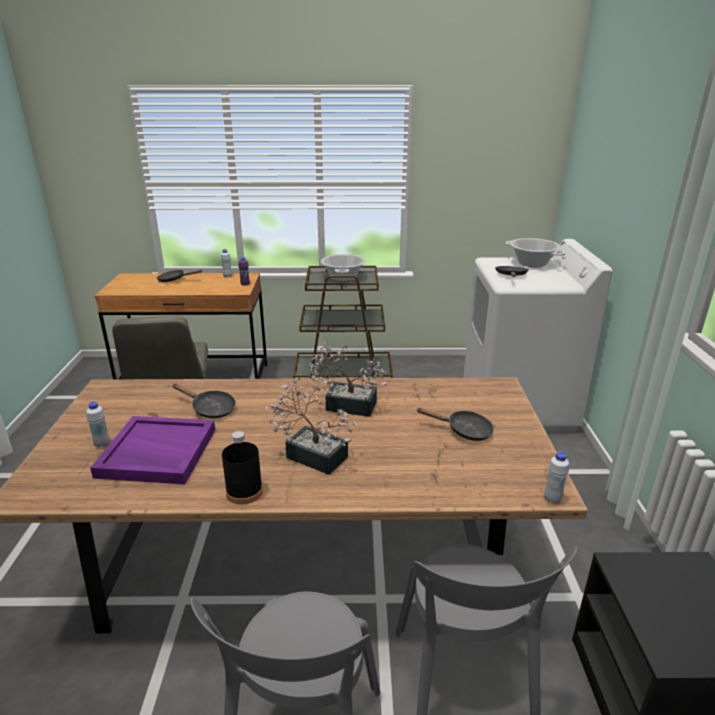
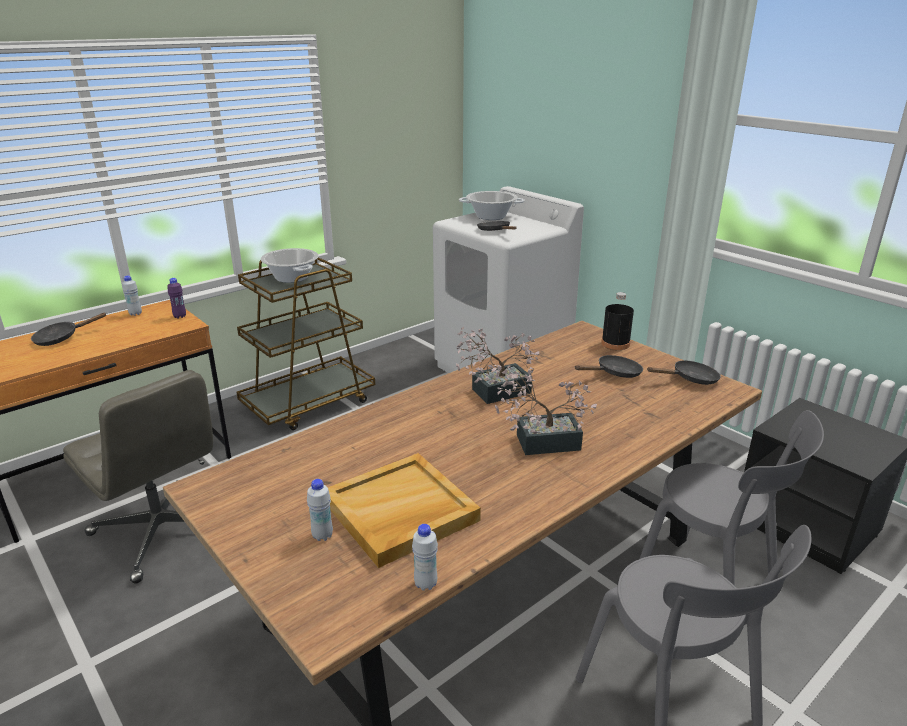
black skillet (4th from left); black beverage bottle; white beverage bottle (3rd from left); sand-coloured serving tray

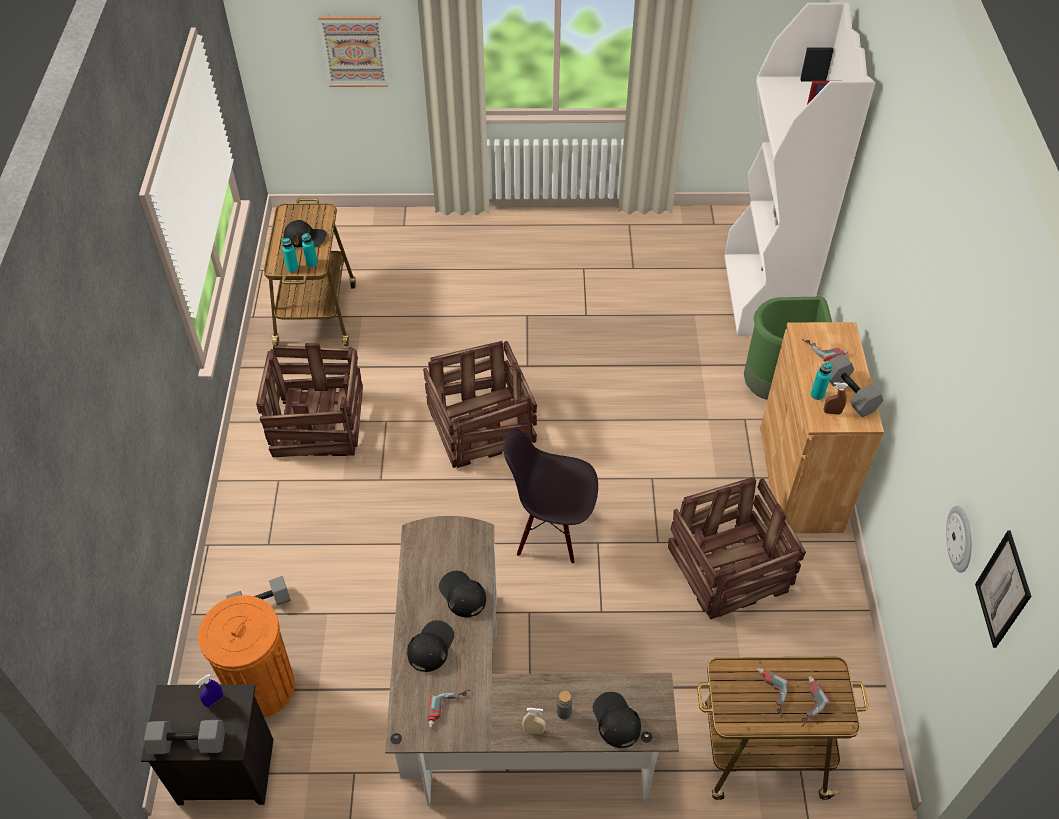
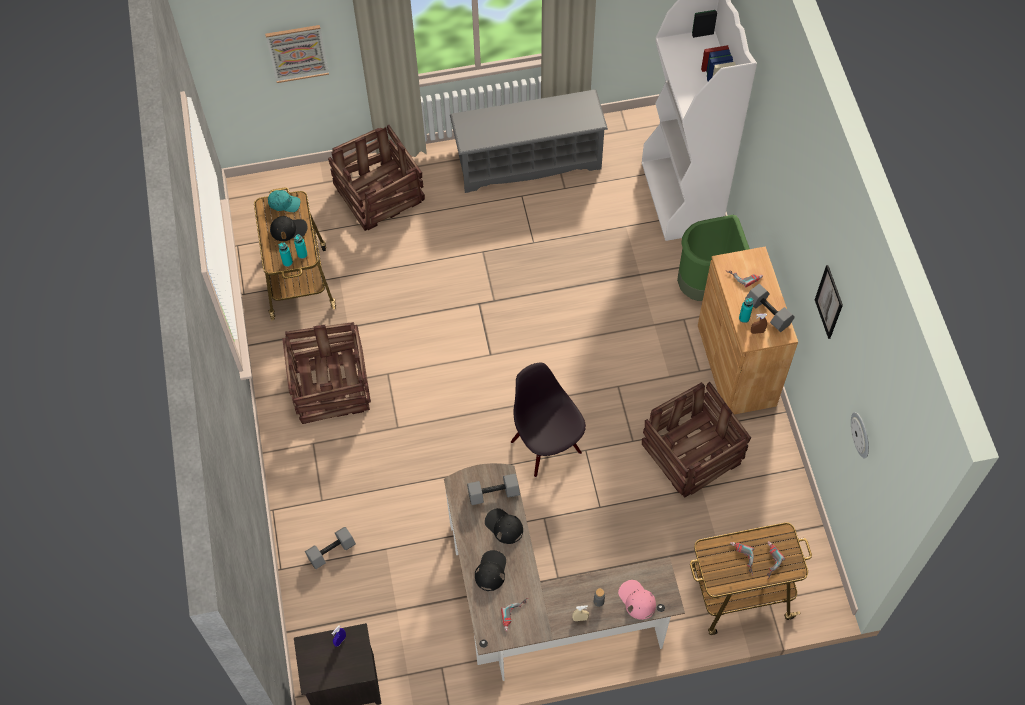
orange trash can; turquoise cap; greyish shoe stand; greyish free weight (2nd from left); shipping crate (2nd from left); wall art (2nd from left); pink cap; black chair

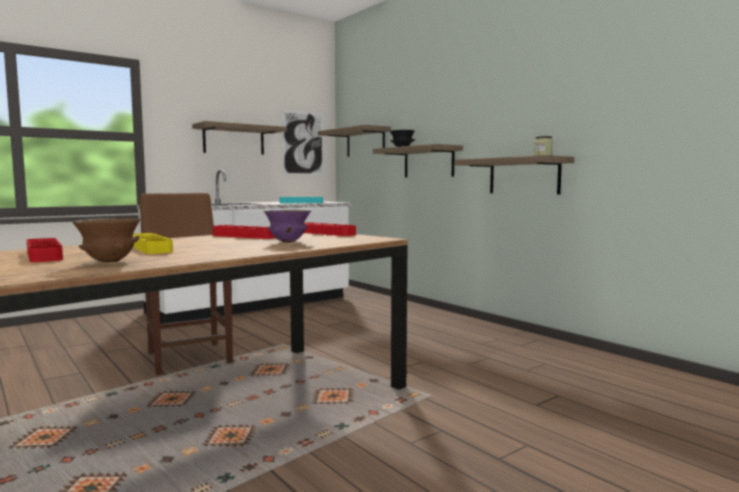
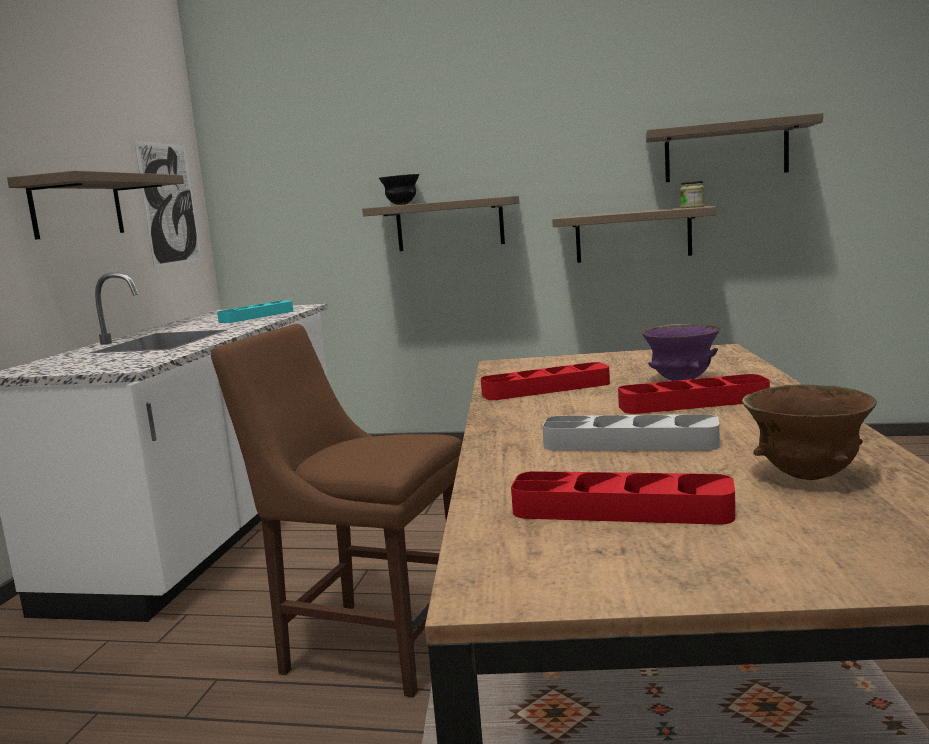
red-coloured serving tray (3rd from left); shelf (4th from left); greyish serving tray

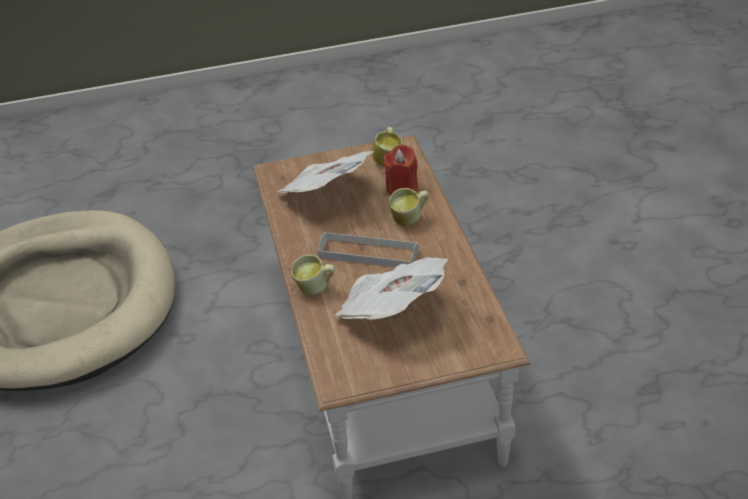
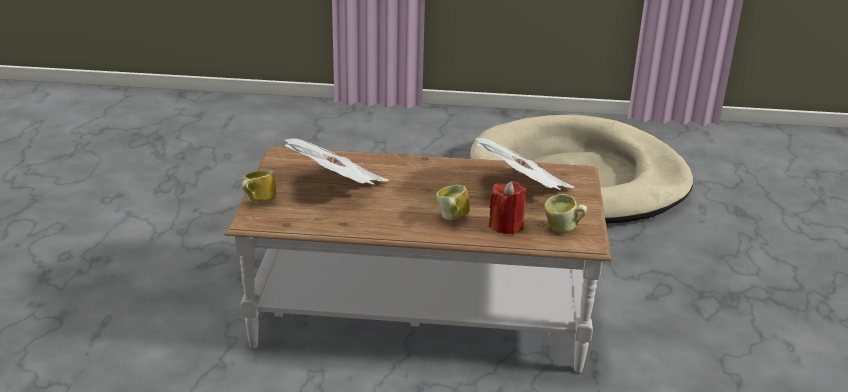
greyish serving tray; mug (1st from left)

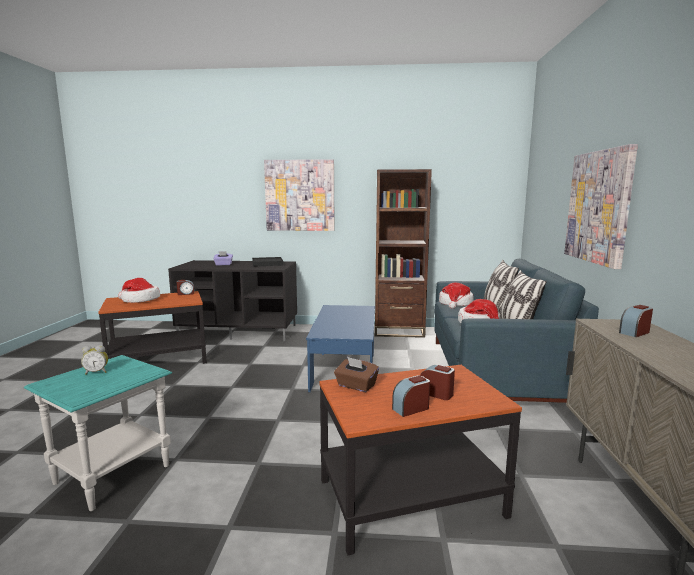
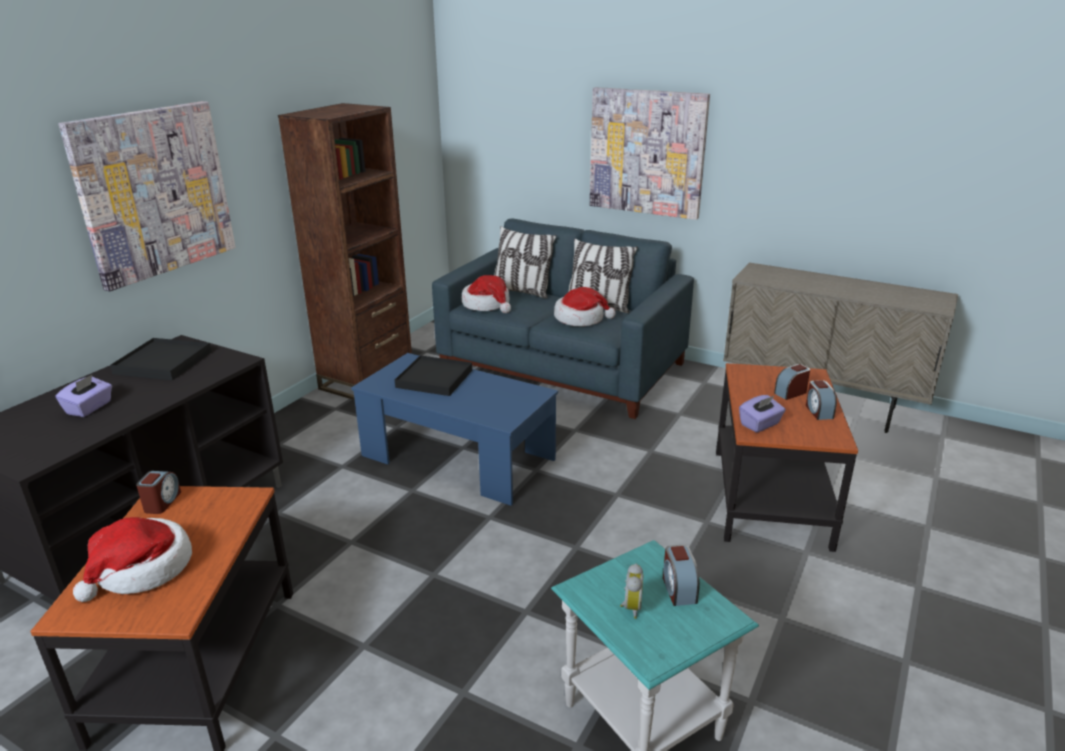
black serving tray (2nd from left); bedside clock (3rd from left); purple tissue holder (2nd from left)

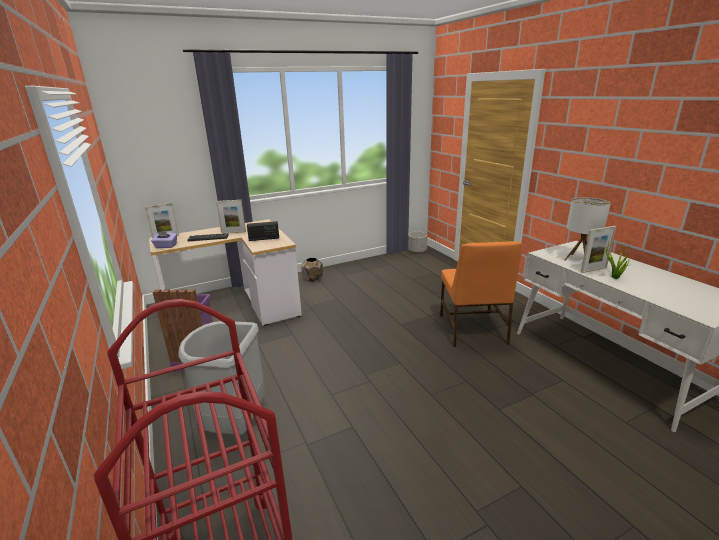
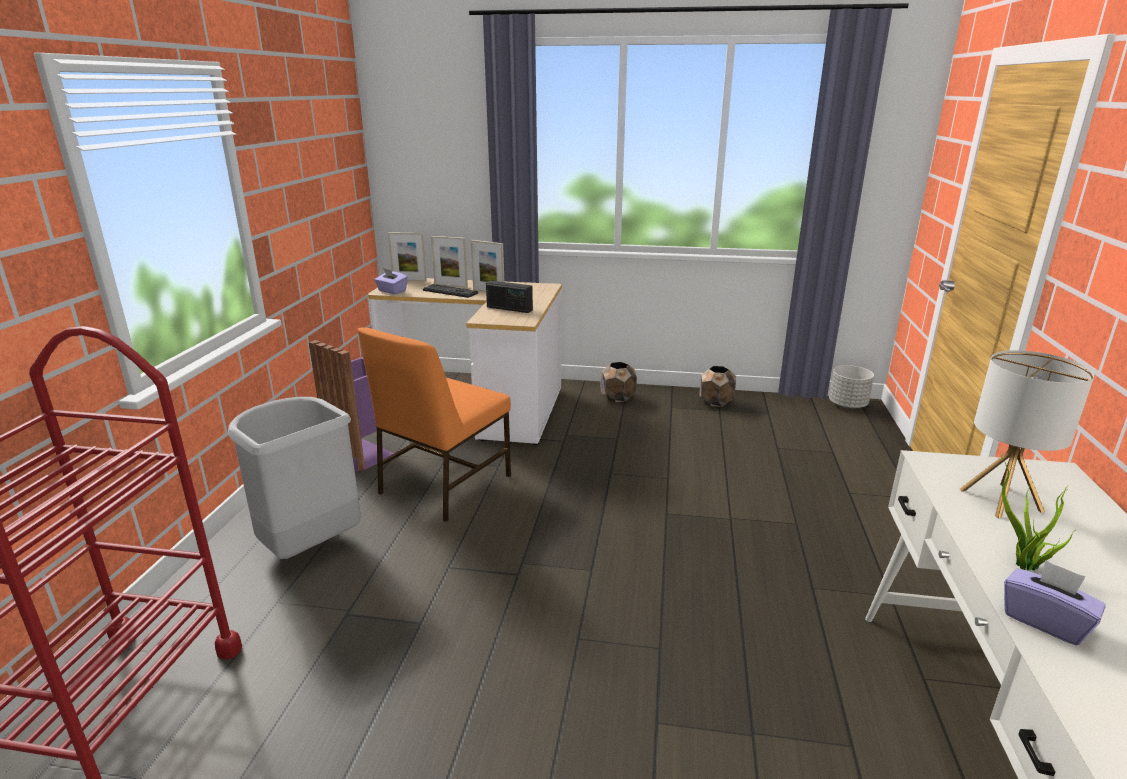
brown flower pot (2nd from left); purple tissue holder (2nd from left); orange chair; picture frame (2nd from left)

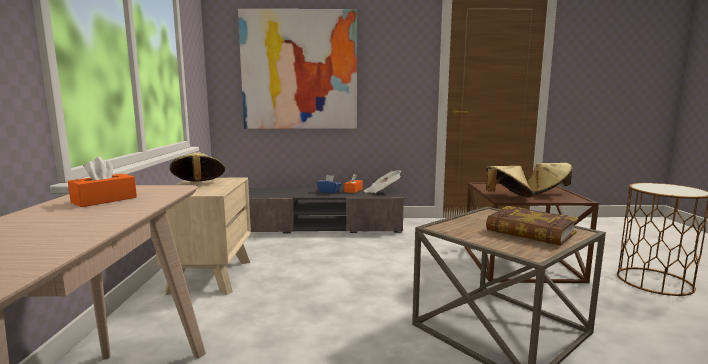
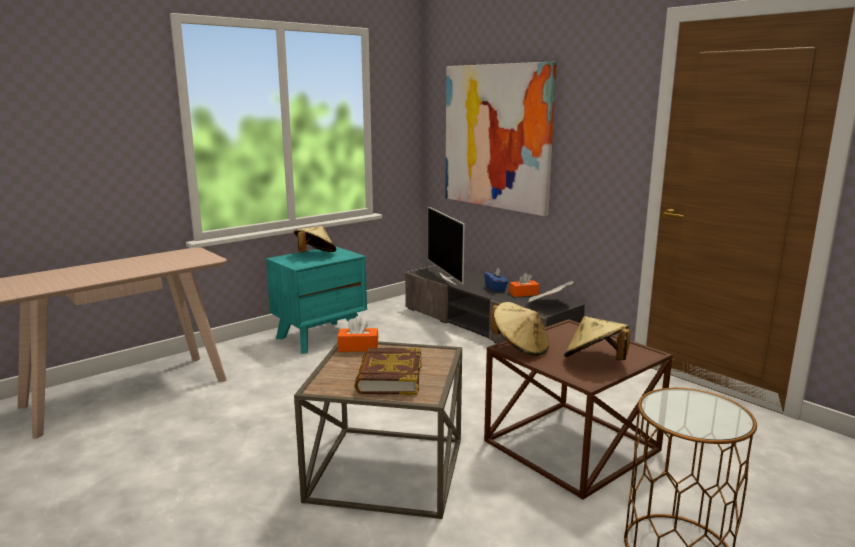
TV set; orange tissue holder (1st from left); turquoise bedside table

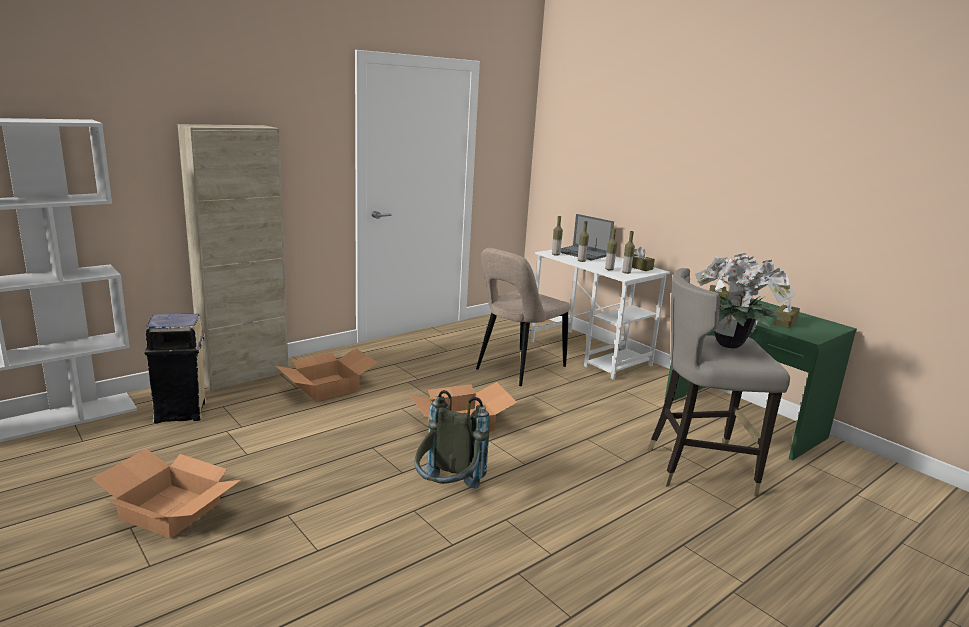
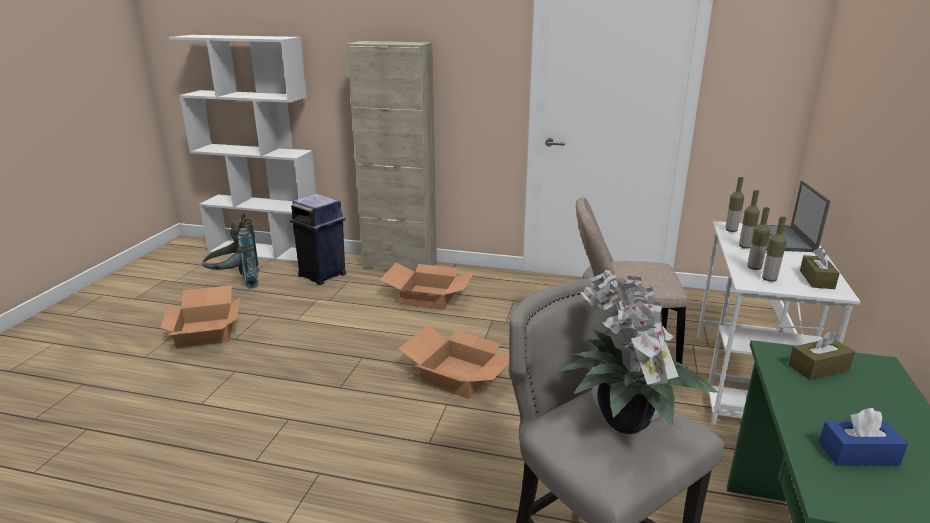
greyish rucksack; blue-coloured trash can; blue-coloured tissue holder

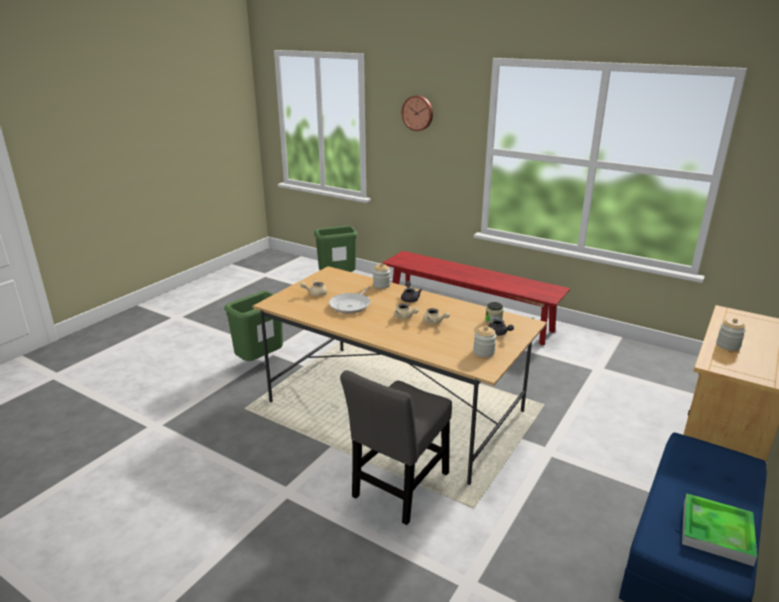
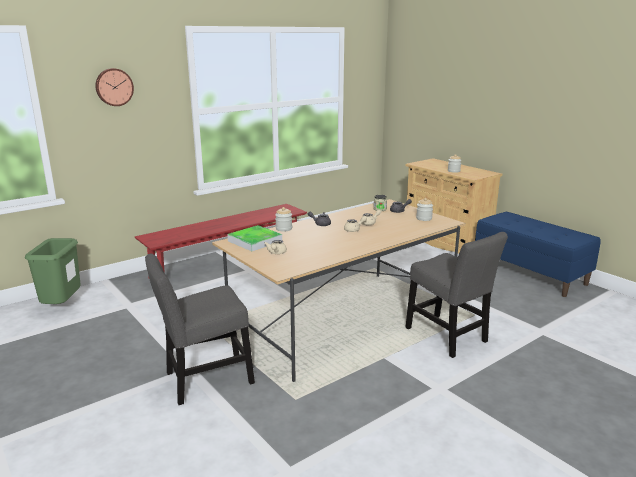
skillet; serving tray; greyish chair (1st from left)

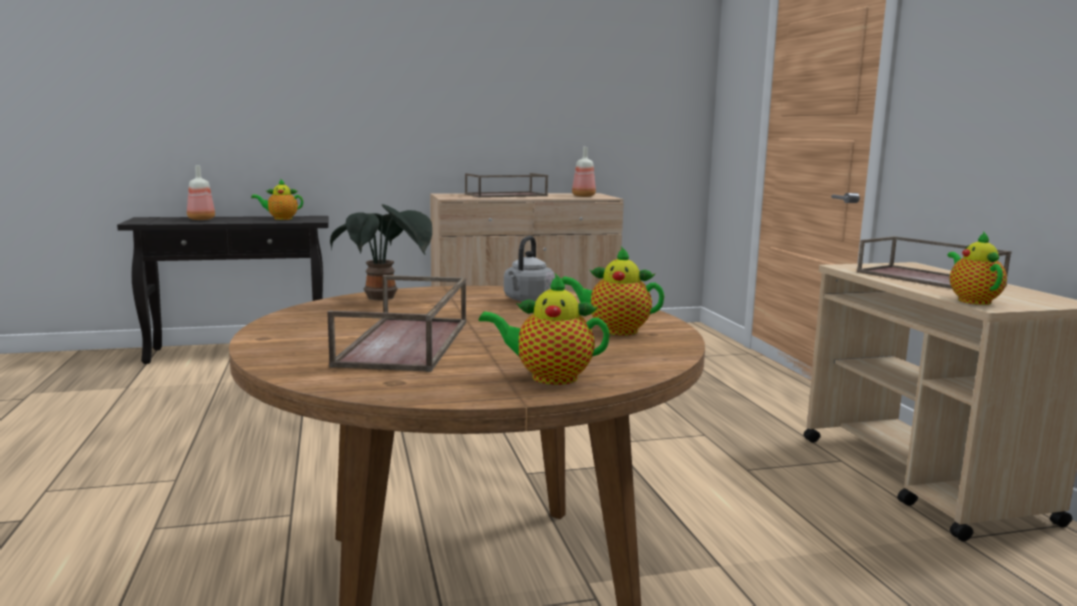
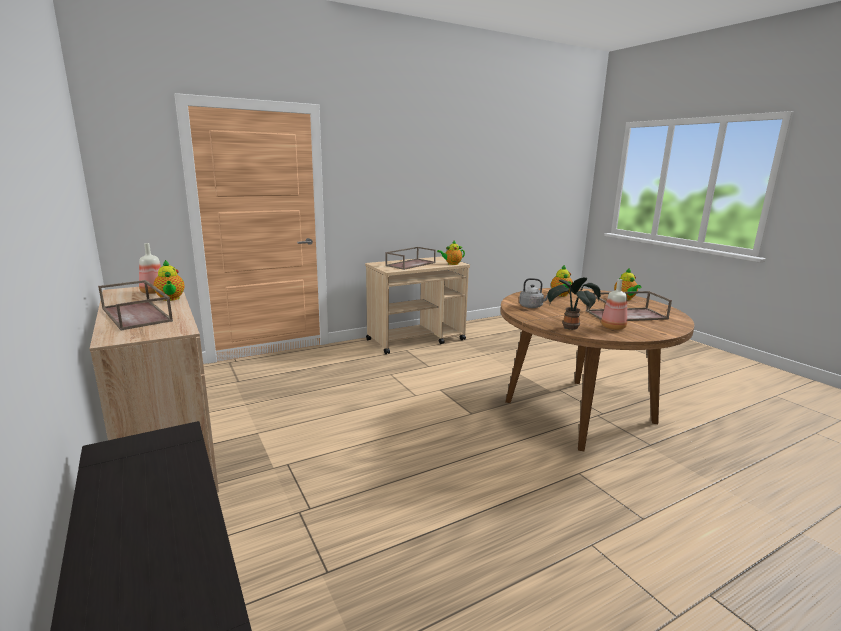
beverage bottle (2nd from left); pot for tea (1st from left)

